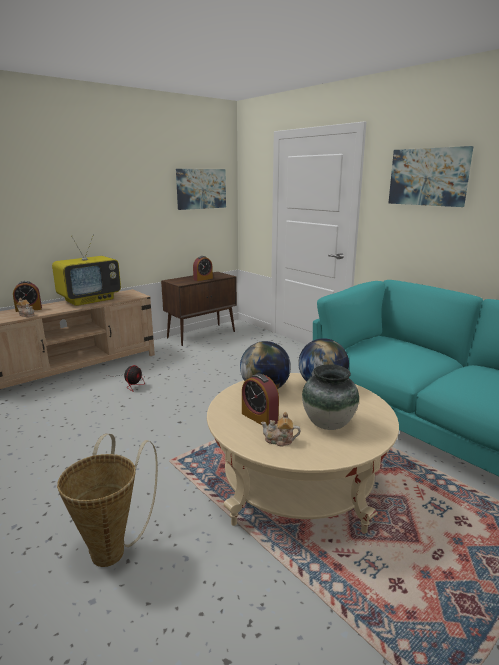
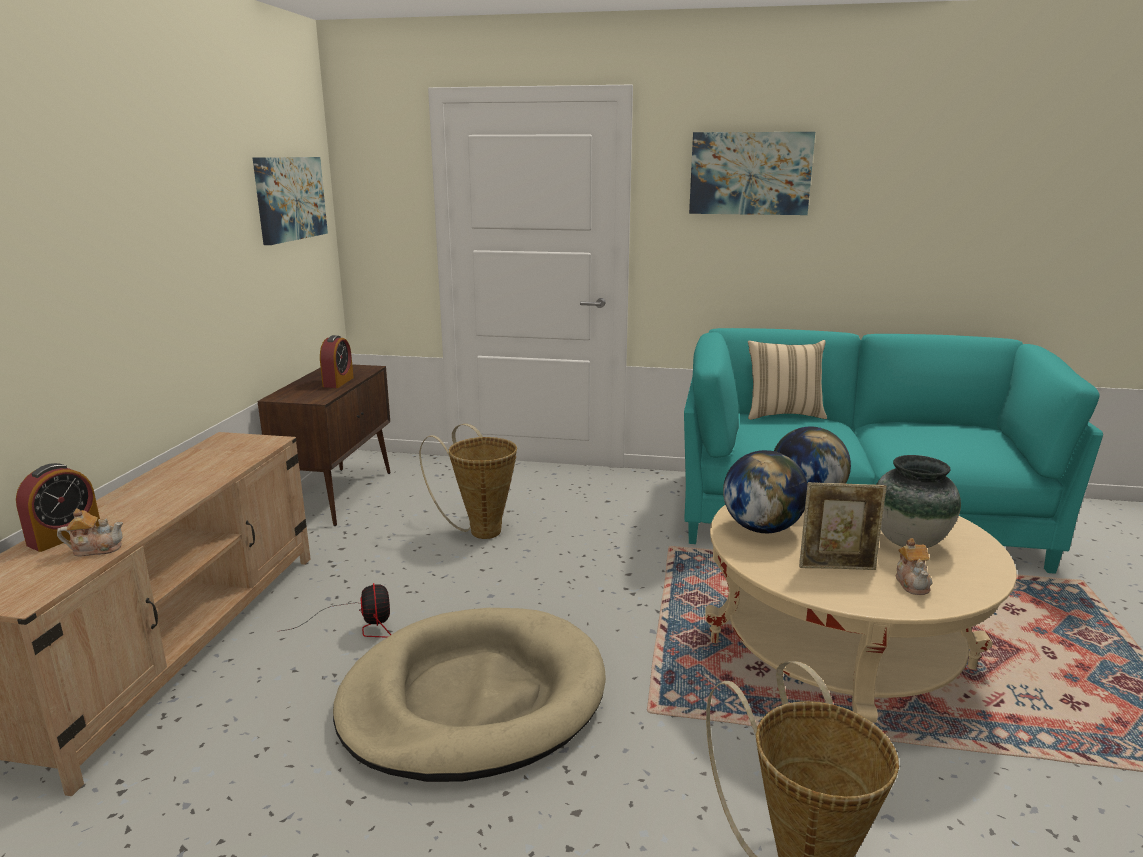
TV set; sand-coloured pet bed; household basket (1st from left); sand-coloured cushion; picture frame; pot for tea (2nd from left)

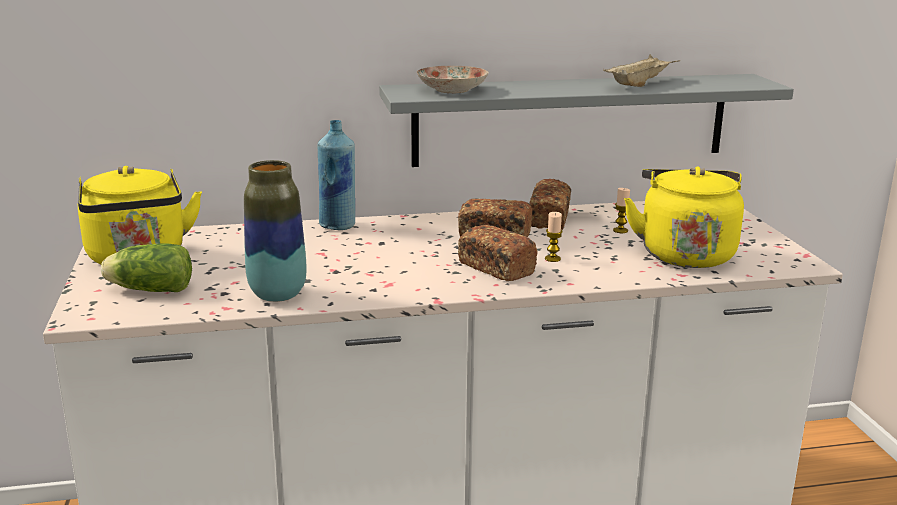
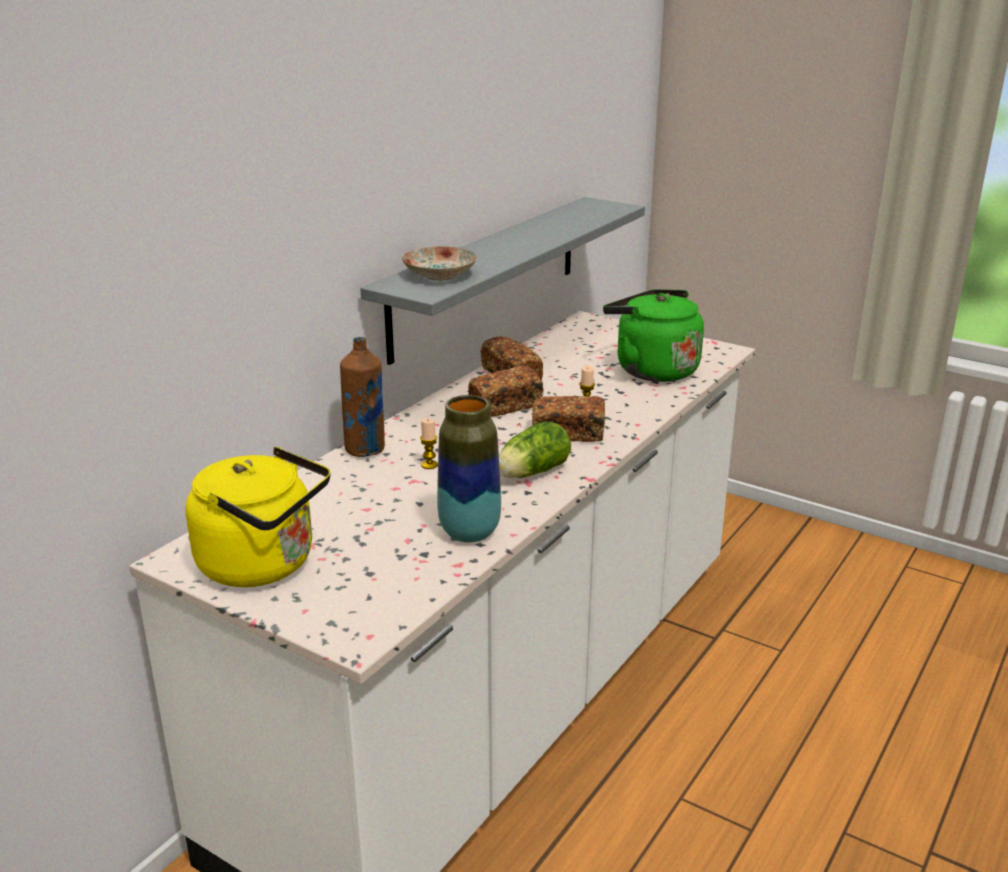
sand-coloured serving tray; lettuce head; candle (1st from left); brown beverage bottle; green-coloured water kettle

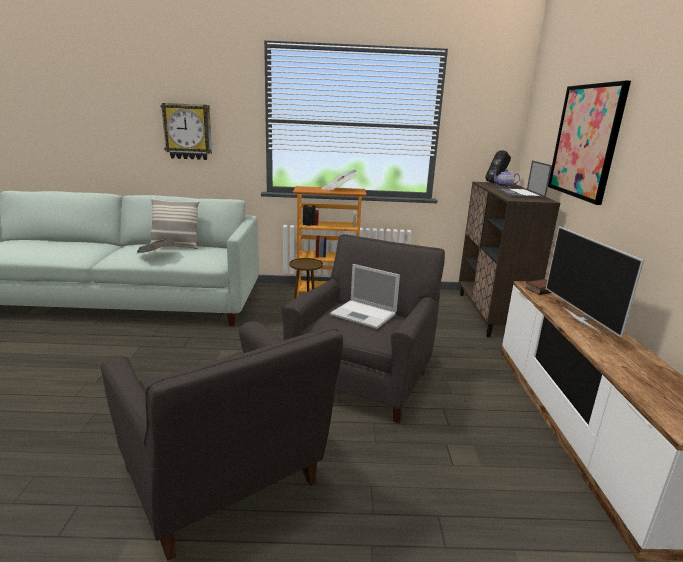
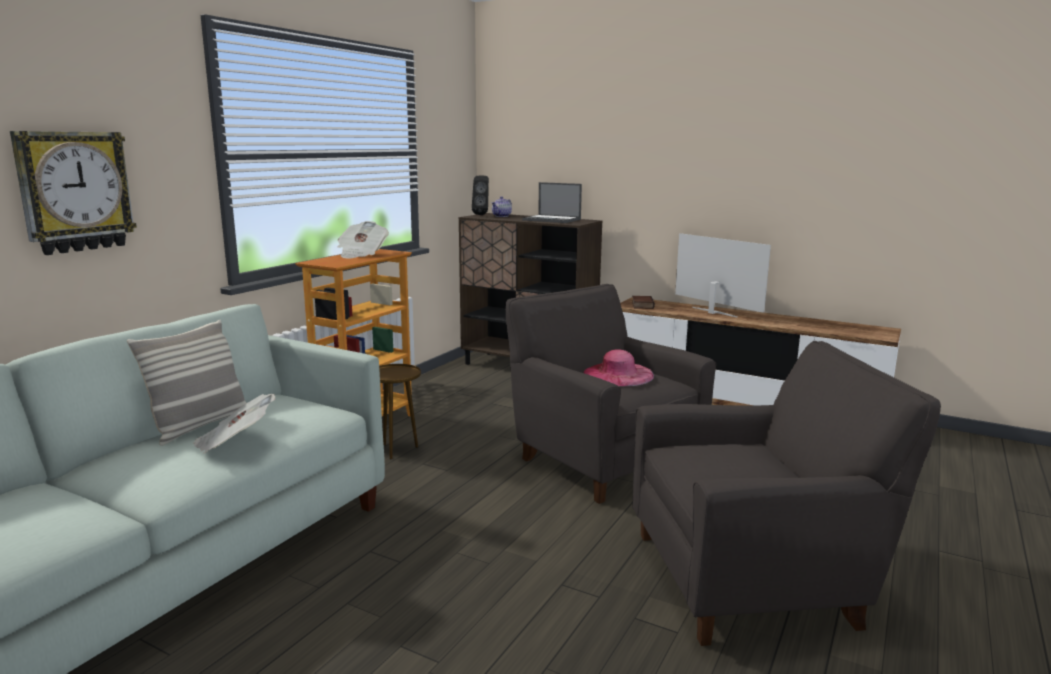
wall art; pink clothing hat; TV set

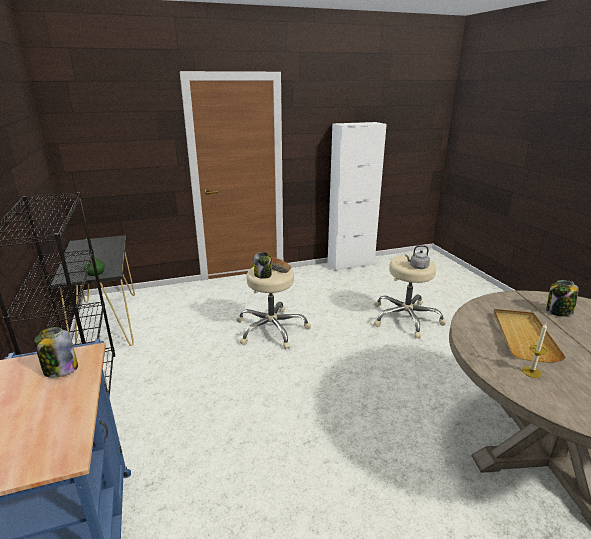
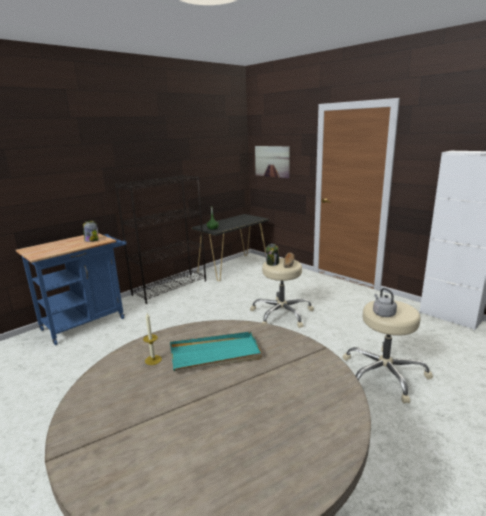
storage jar (3rd from left in the first image); wall art; turquoise serving tray

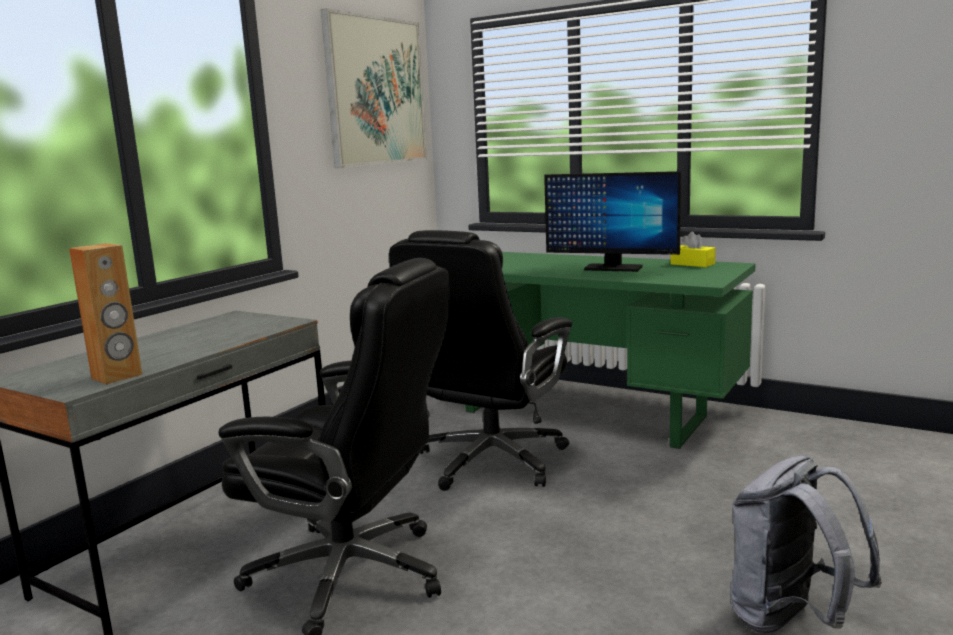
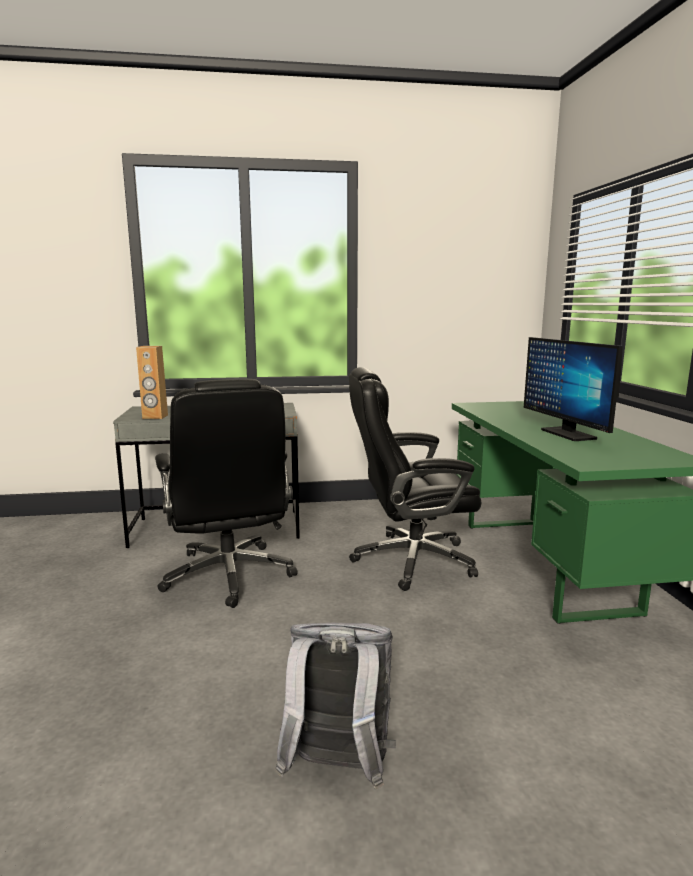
wall art; yellow-coloured tissue holder

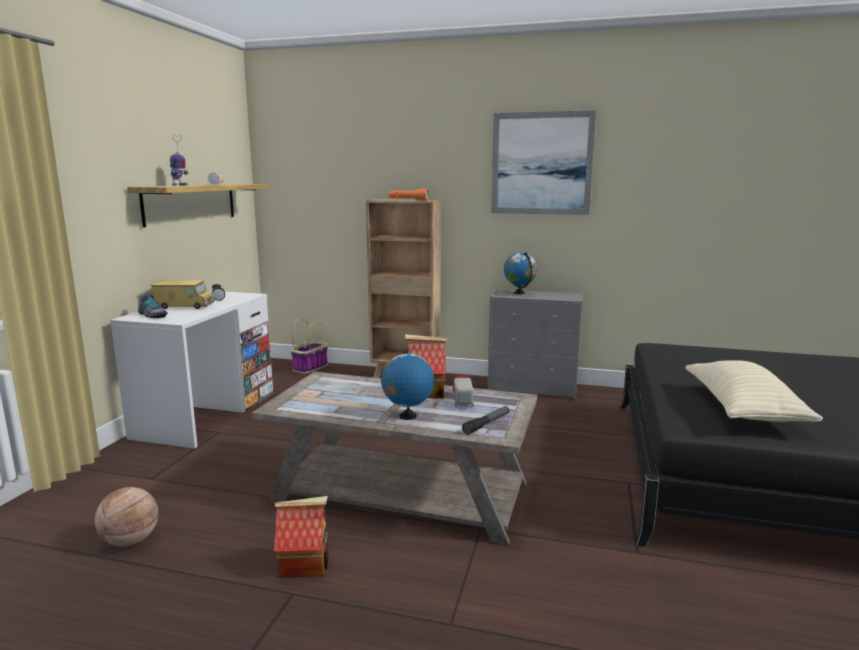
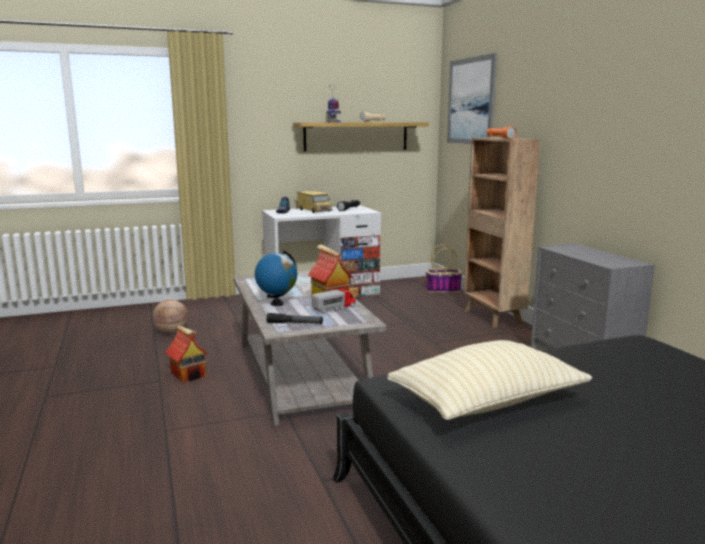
world globe (2nd from left in the first image); wall art

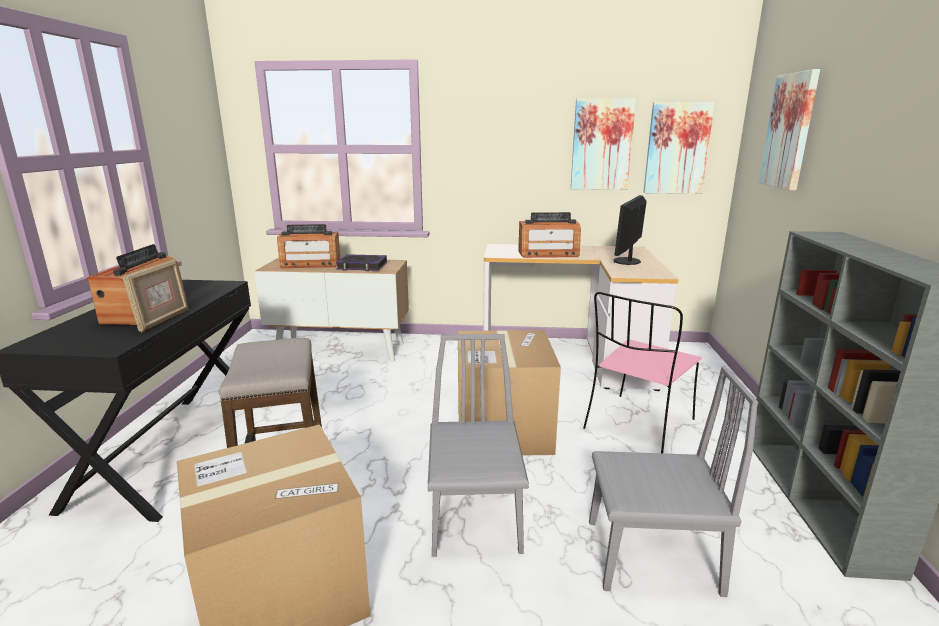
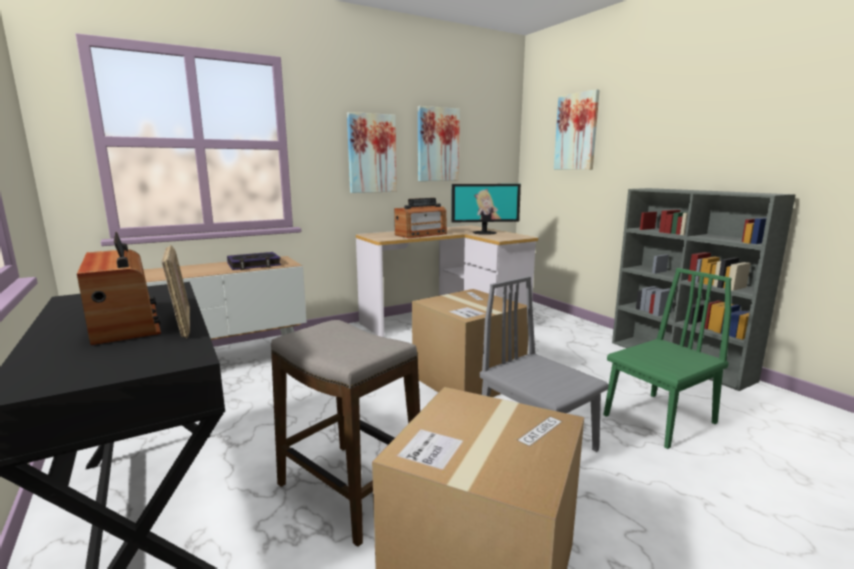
radio (2nd from left in the first image); pink chair; wall art (1st from left); green-coloured chair; monitor

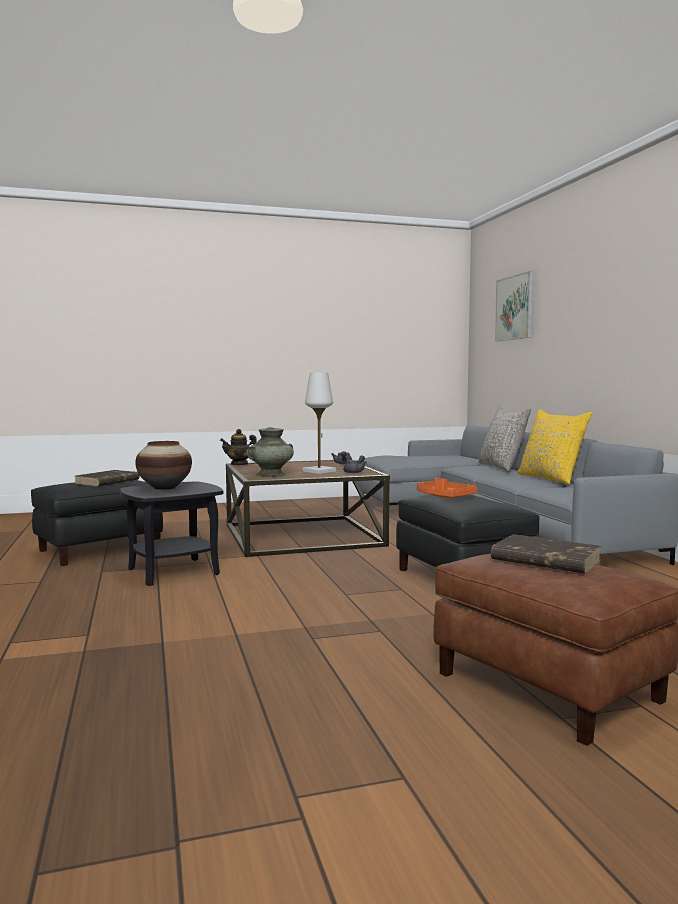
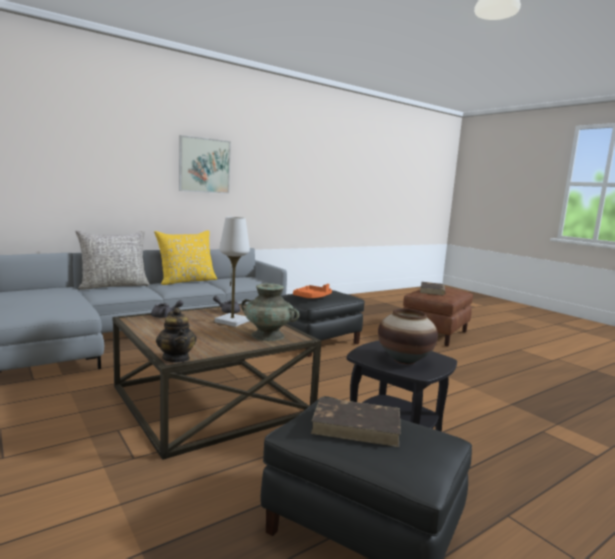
wall art

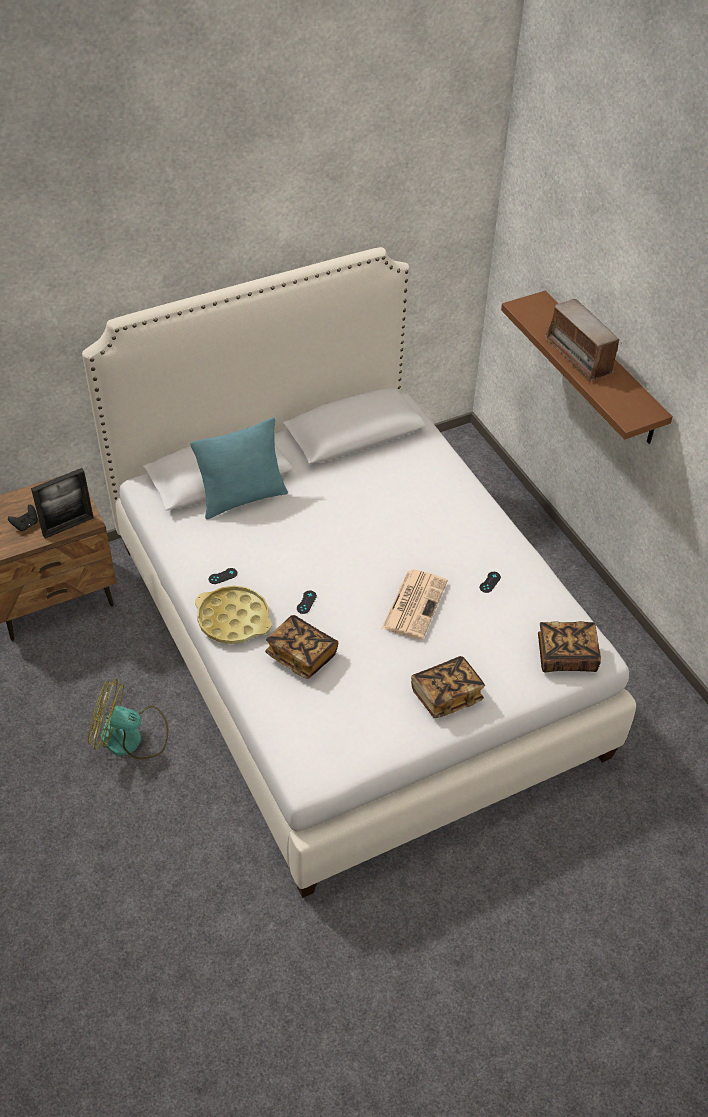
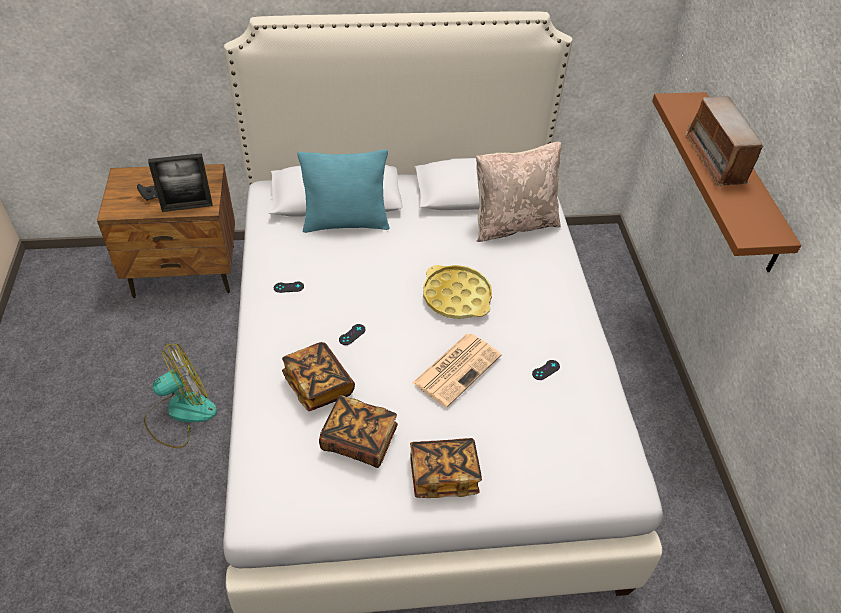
sand-coloured cushion; yellow-coloured serving tray; volume (2nd from left); cooling fan

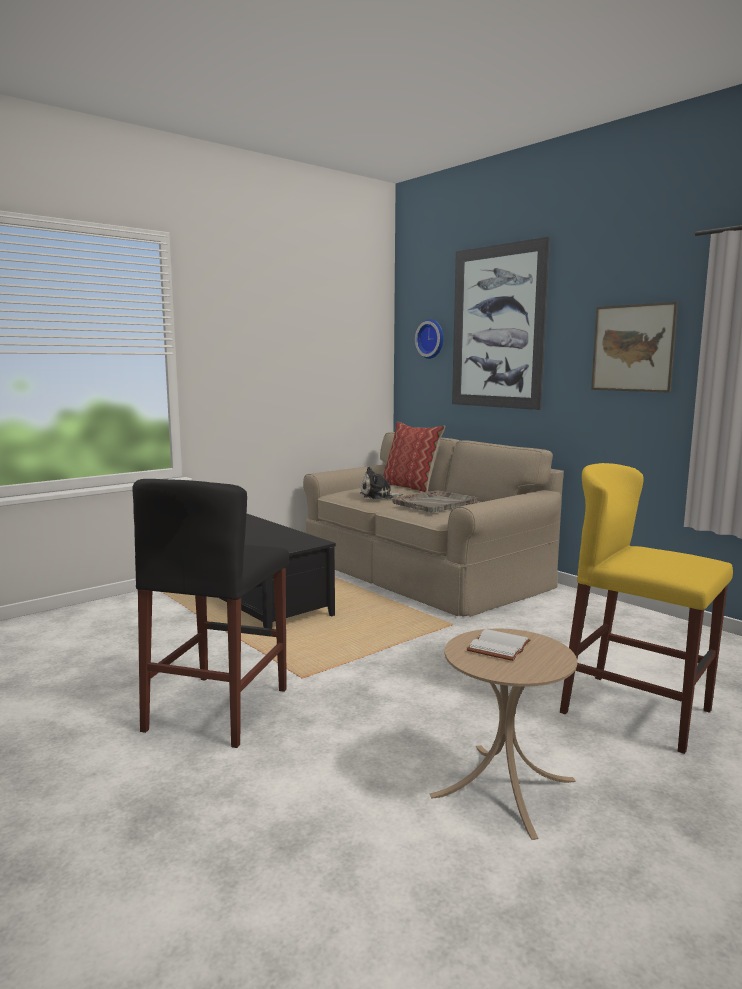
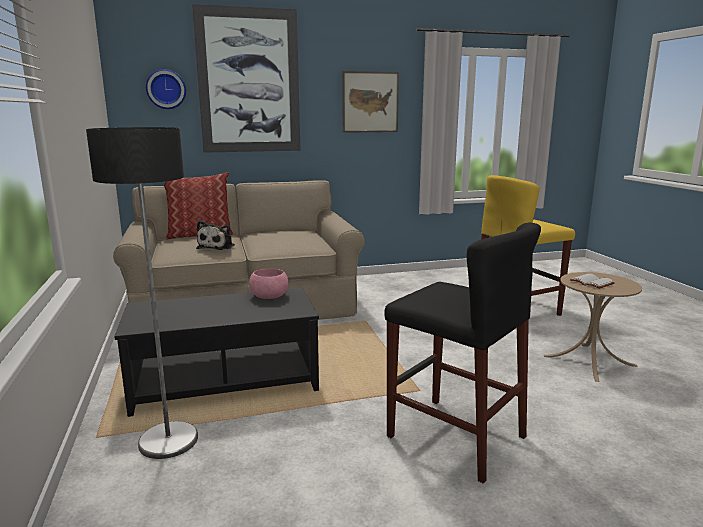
greyish serving tray; floor lamp; pink bowl

